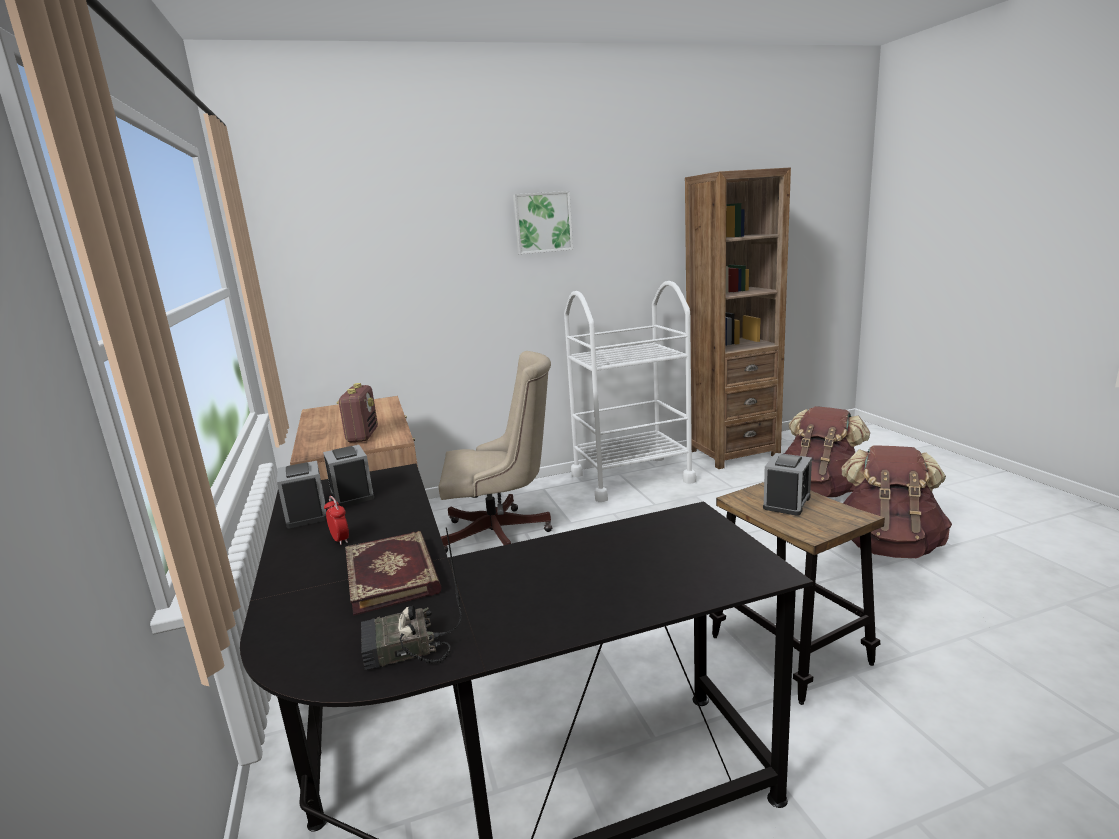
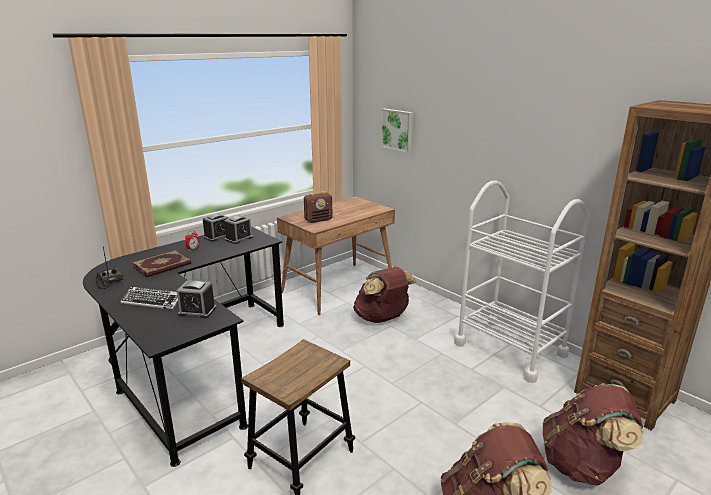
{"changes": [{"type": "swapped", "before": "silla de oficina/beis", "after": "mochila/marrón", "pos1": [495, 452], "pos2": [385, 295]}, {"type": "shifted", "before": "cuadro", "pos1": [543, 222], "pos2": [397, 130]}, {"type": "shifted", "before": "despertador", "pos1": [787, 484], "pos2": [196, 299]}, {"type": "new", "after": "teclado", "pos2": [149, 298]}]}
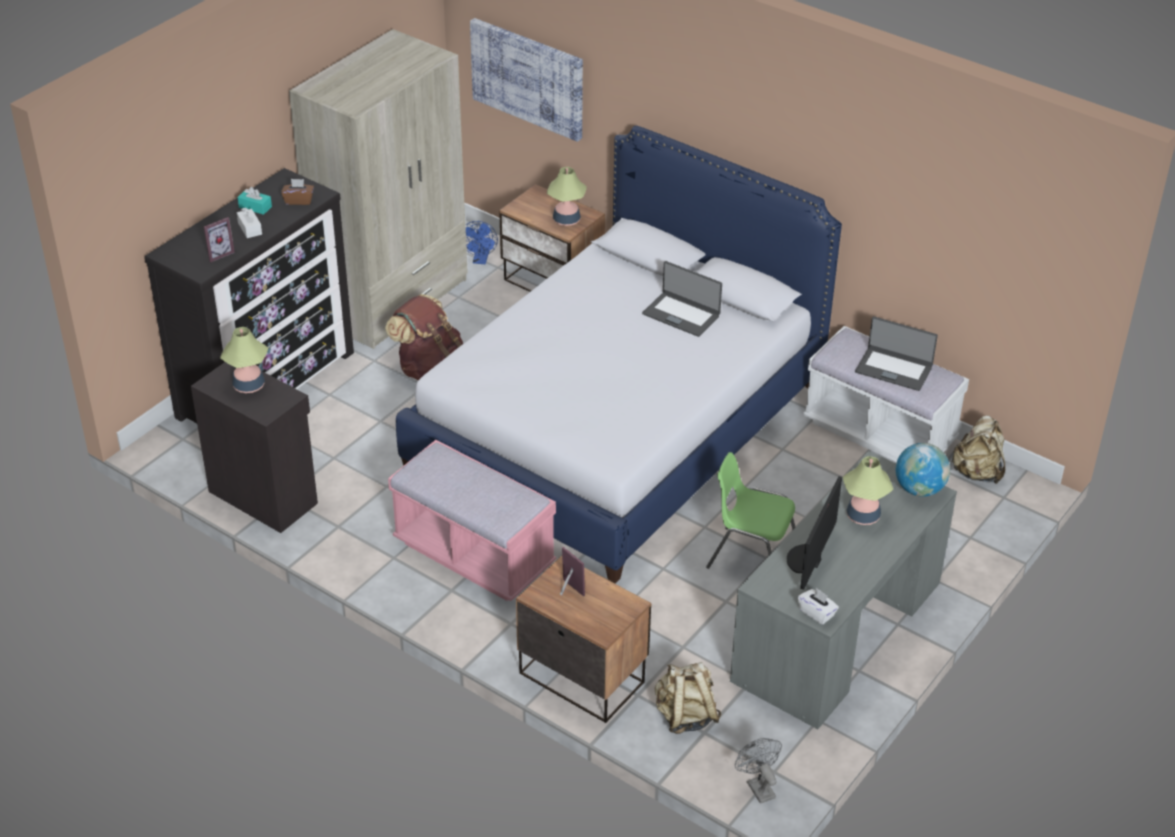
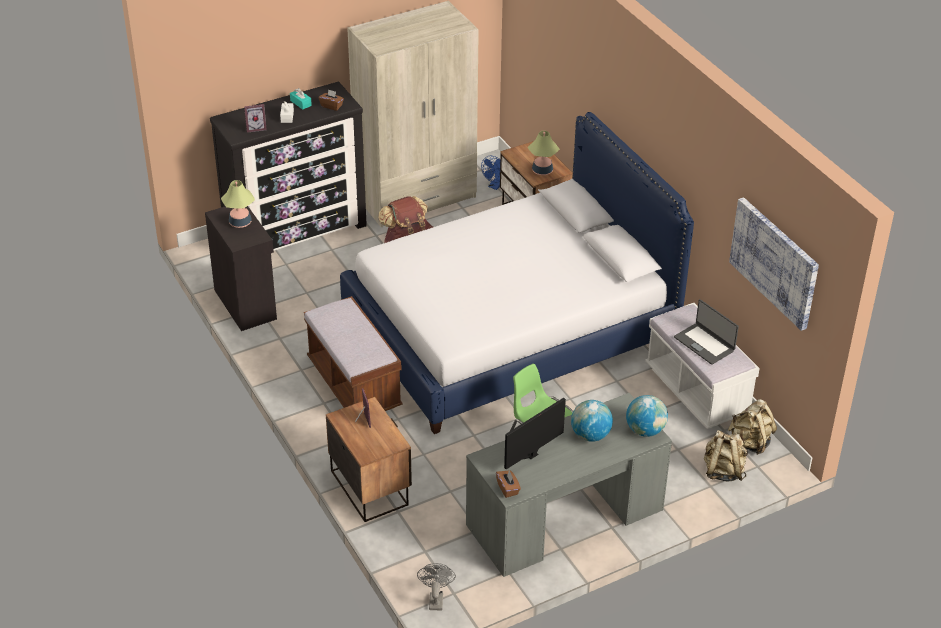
{"changes": [{"type": "repainted", "before": "banco/rosa", "after": "banco/marrón", "pos1": [472, 520], "pos2": [353, 353]}, {"type": "shifted", "before": "cuadro", "pos1": [526, 80], "pos2": [774, 264]}, {"type": "gone", "before": "portátil", "pos1": [682, 299]}, {"type": "shifted", "before": "mochila/beis", "pos1": [688, 698], "pos2": [726, 455]}, {"type": "repainted", "before": "caja de pañuelos/blanco", "after": "caja de pañuelos/marrón", "pos1": [818, 606], "pos2": [508, 484]}, {"type": "swapped", "before": "lámpara de mesa", "after": "globo terráqueo", "pos1": [868, 490], "pos2": [592, 421]}]}
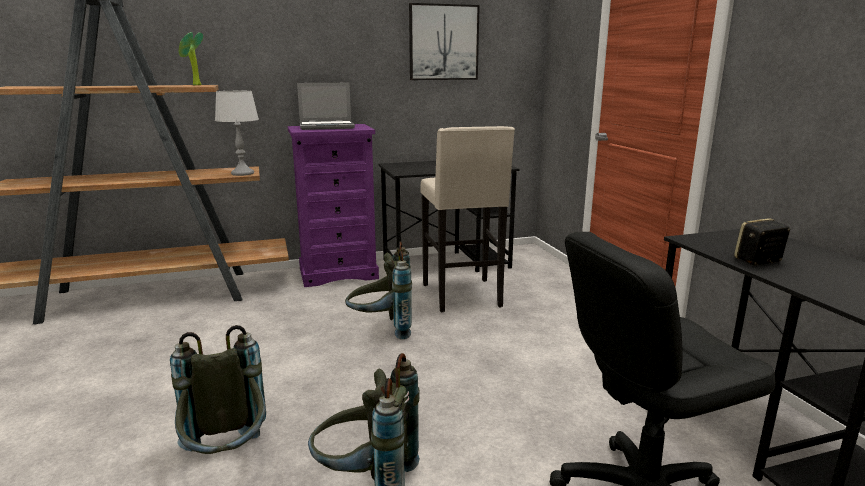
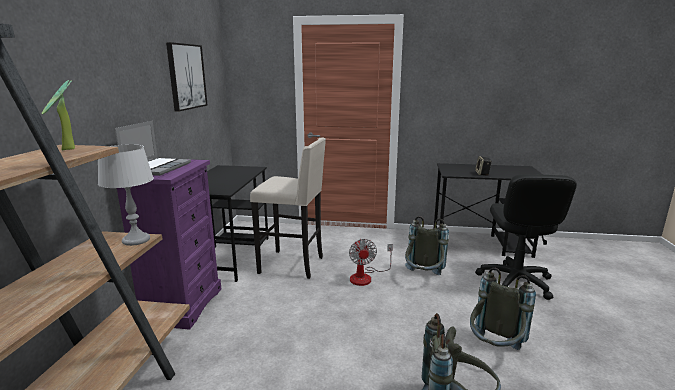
{"changes": [{"type": "shifted", "before": "mochila/gris", "pos1": [378, 290], "pos2": [427, 245]}, {"type": "new", "after": "ventilador", "pos2": [371, 262]}]}
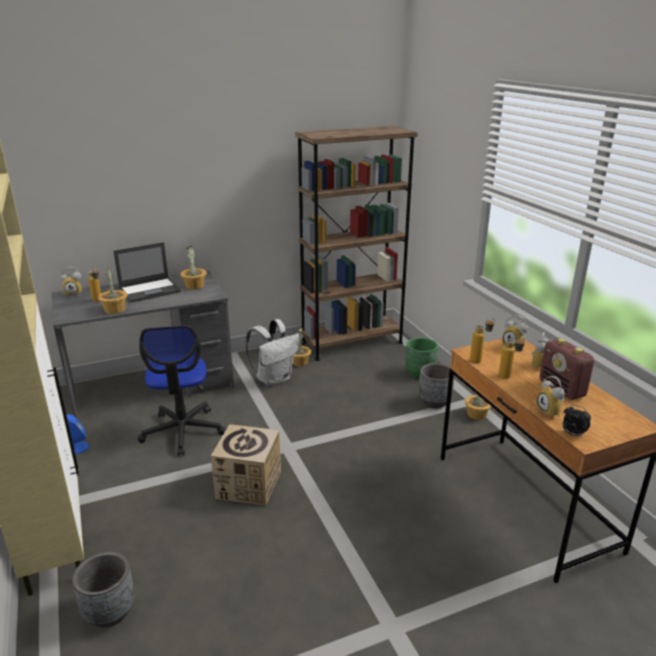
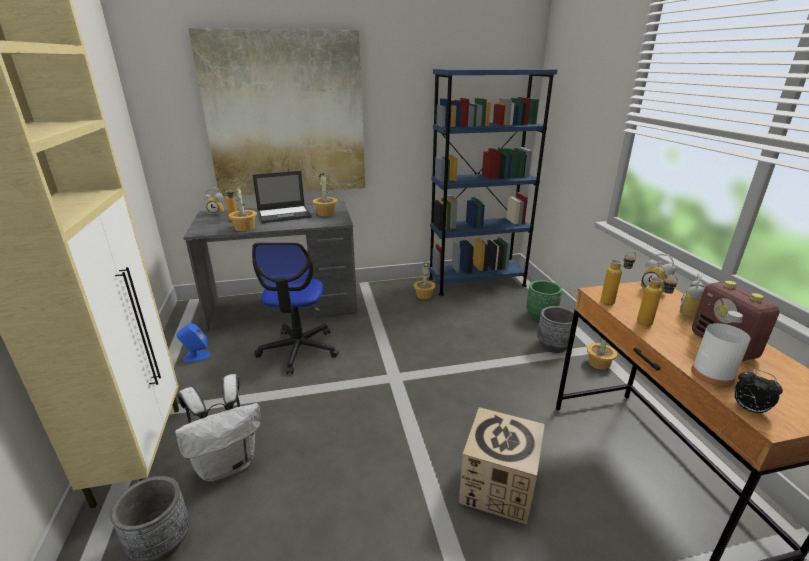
{"changes": [{"type": "shifted", "before": "caja de cartón", "pos1": [246, 465], "pos2": [502, 466]}, {"type": "shifted", "before": "mochila/blanco", "pos1": [272, 353], "pos2": [218, 427]}, {"type": "repainted", "before": "estantería/marrón", "after": "estantería/azul", "pos1": [356, 243], "pos2": [493, 182]}, {"type": "swapped", "before": "despertador", "after": "botella/blanco", "pos1": [551, 397], "pos2": [721, 349]}, {"type": "new", "after": "cuadro", "pos2": [276, 112]}]}
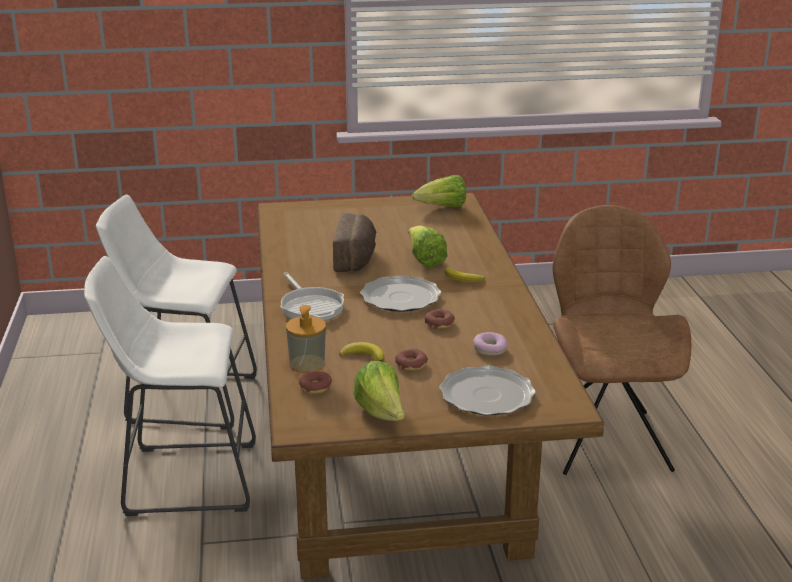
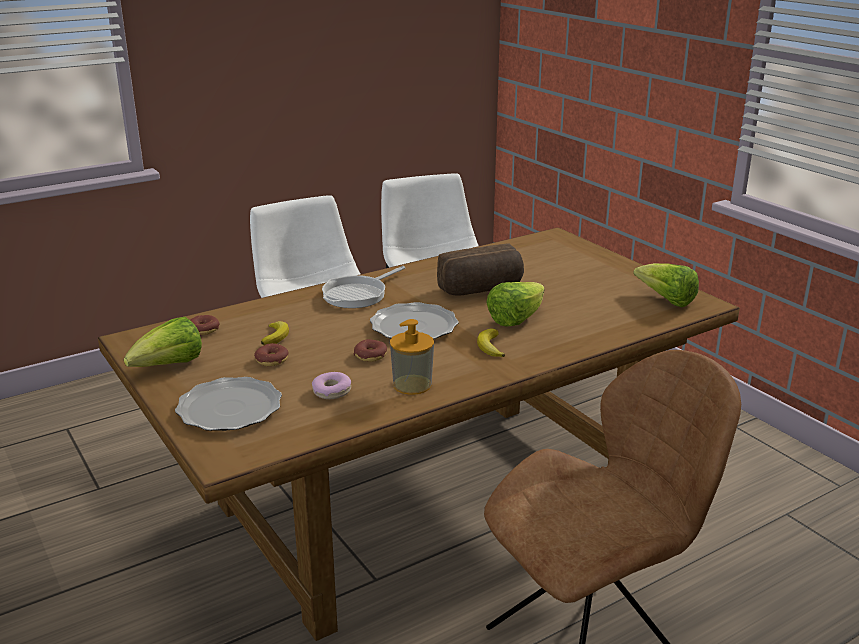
{"changes": [{"type": "shifted", "before": "dispensador de jabón", "pos1": [306, 339], "pos2": [412, 357]}]}
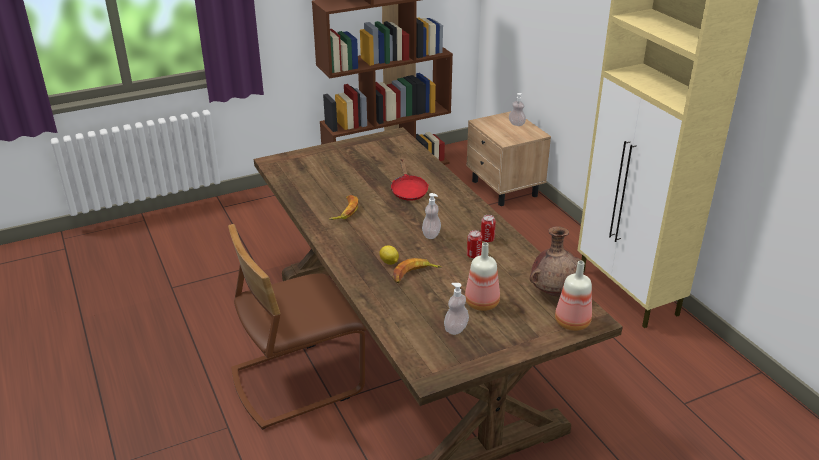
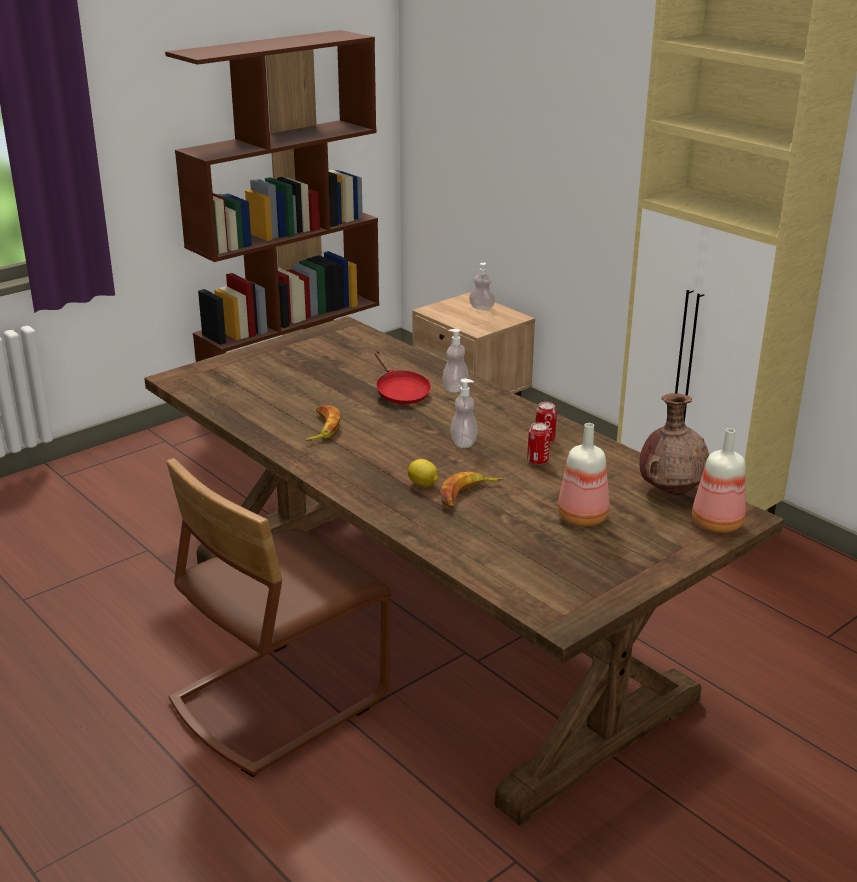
{"changes": [{"type": "shifted", "before": "dispensador de jabón", "pos1": [456, 309], "pos2": [455, 361]}]}
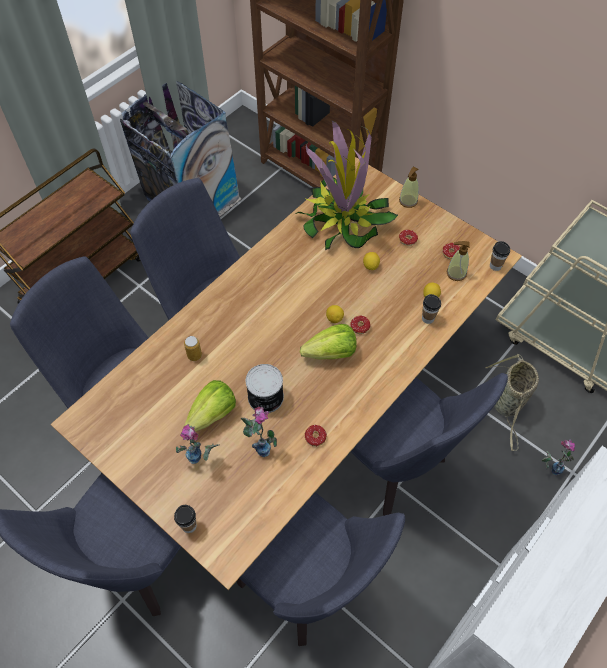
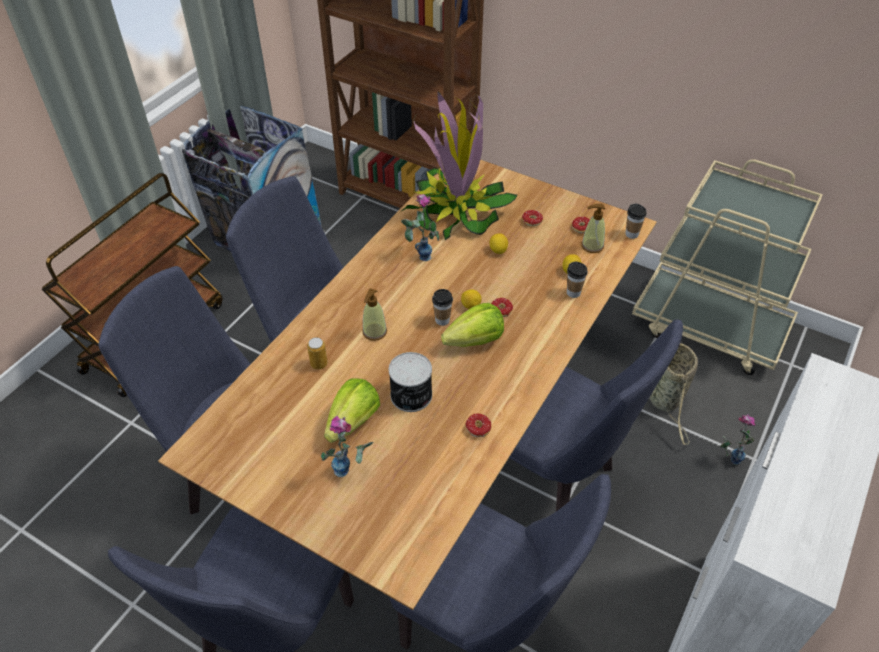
{"changes": [{"type": "shifted", "before": "taza", "pos1": [185, 519], "pos2": [442, 307]}, {"type": "shifted", "before": "florero", "pos1": [259, 432], "pos2": [420, 227]}, {"type": "shifted", "before": "dispensador de jabón", "pos1": [409, 187], "pos2": [374, 314]}]}
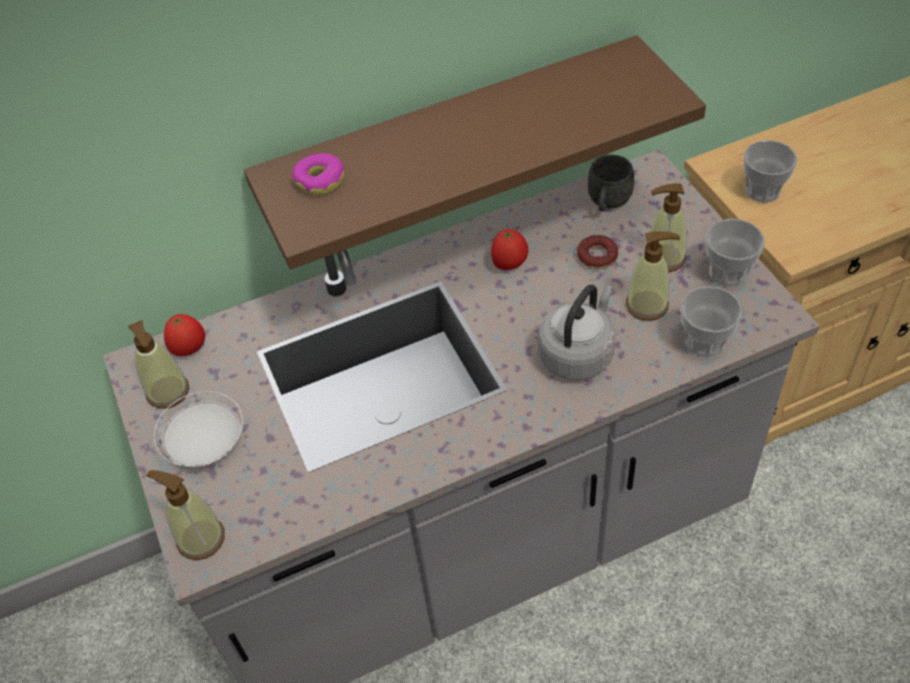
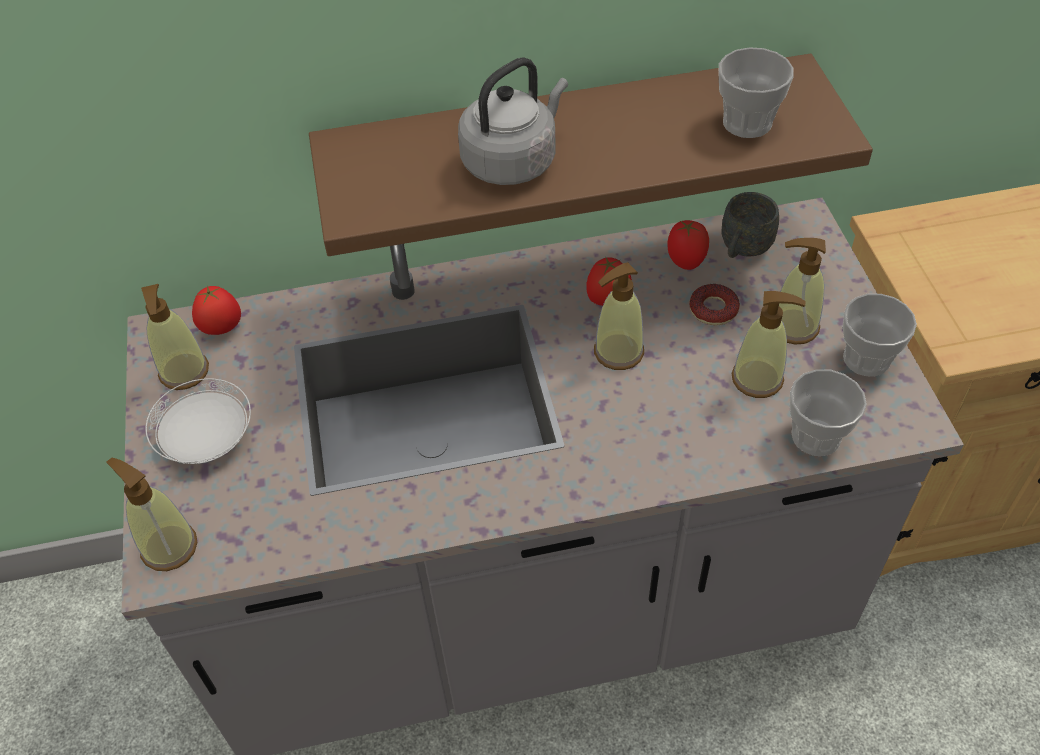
{"changes": [{"type": "gone", "before": "rosquilla", "pos1": [318, 174]}, {"type": "shifted", "before": "hervidor/gris", "pos1": [576, 332], "pos2": [513, 121]}, {"type": "shifted", "before": "taza", "pos1": [771, 171], "pos2": [756, 92]}, {"type": "new", "after": "dispensador de jabón", "pos2": [619, 316]}, {"type": "new", "after": "tomate", "pos2": [688, 245]}]}
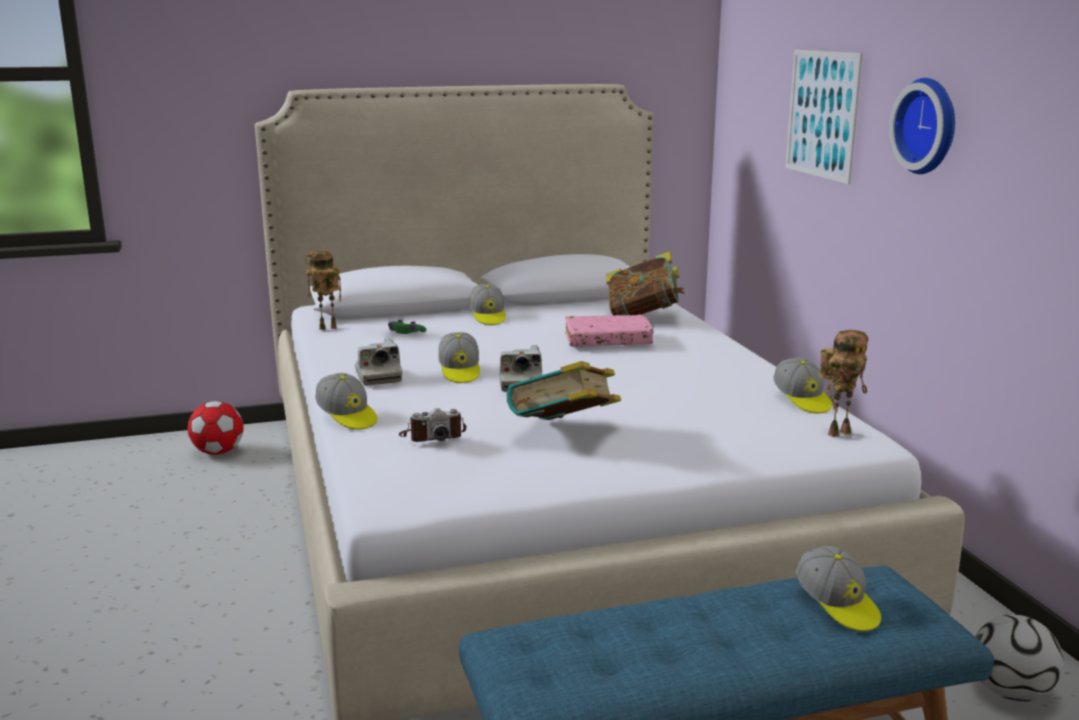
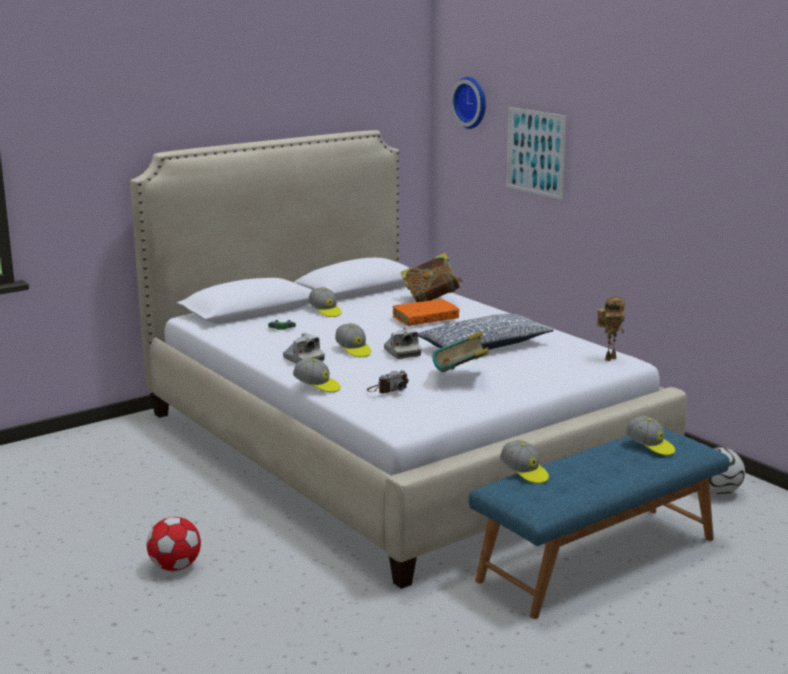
{"changes": [{"type": "shifted", "before": "balón de fútbol", "pos1": [216, 428], "pos2": [174, 544]}, {"type": "gone", "before": "robot de juguete", "pos1": [322, 290]}, {"type": "repainted", "before": "libro/rosa", "after": "libro/naranja", "pos1": [609, 331], "pos2": [425, 312]}, {"type": "shifted", "before": "gorra", "pos1": [802, 385], "pos2": [524, 461]}, {"type": "shifted", "before": "reloj de pared", "pos1": [922, 126], "pos2": [468, 103]}, {"type": "new", "after": "cojín", "pos2": [486, 332]}]}
